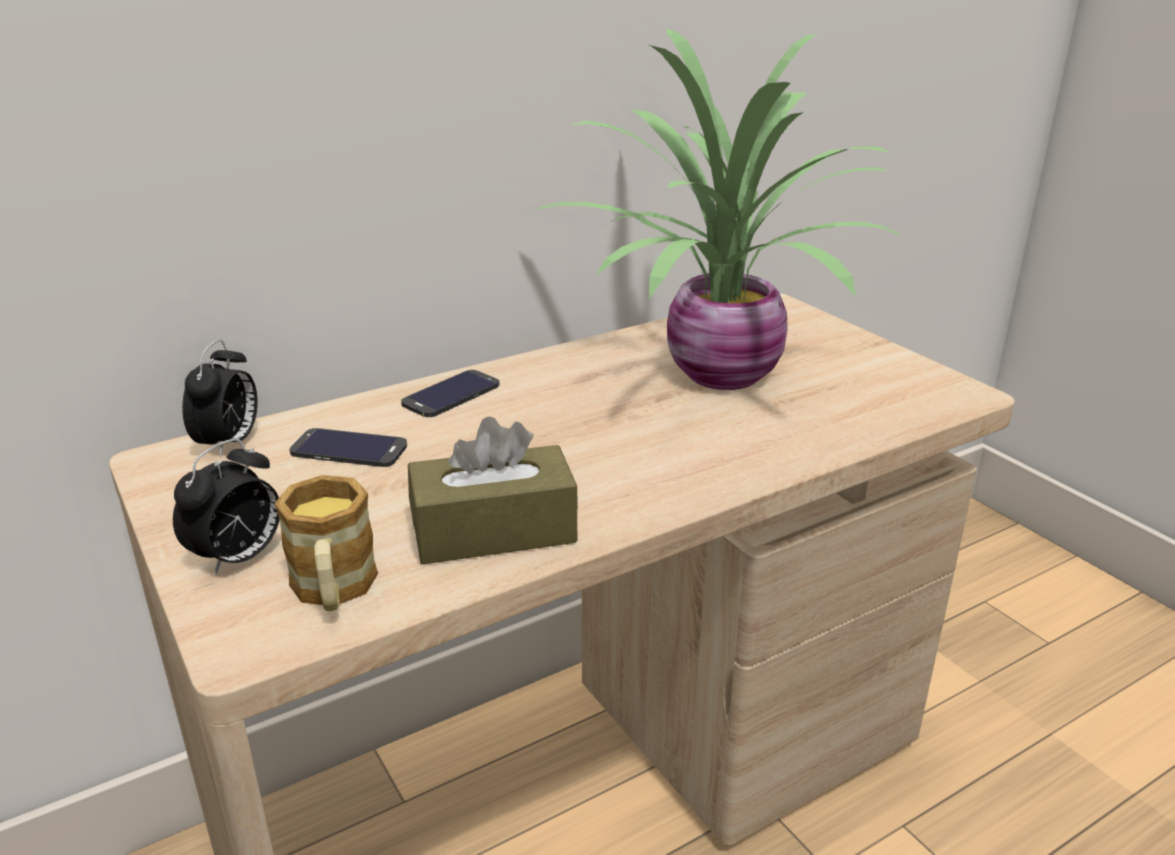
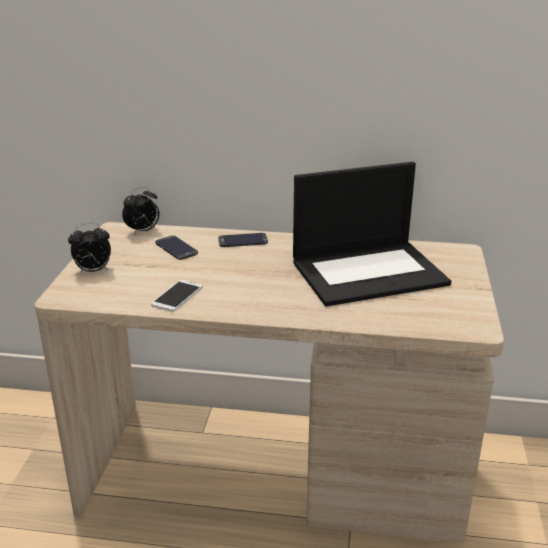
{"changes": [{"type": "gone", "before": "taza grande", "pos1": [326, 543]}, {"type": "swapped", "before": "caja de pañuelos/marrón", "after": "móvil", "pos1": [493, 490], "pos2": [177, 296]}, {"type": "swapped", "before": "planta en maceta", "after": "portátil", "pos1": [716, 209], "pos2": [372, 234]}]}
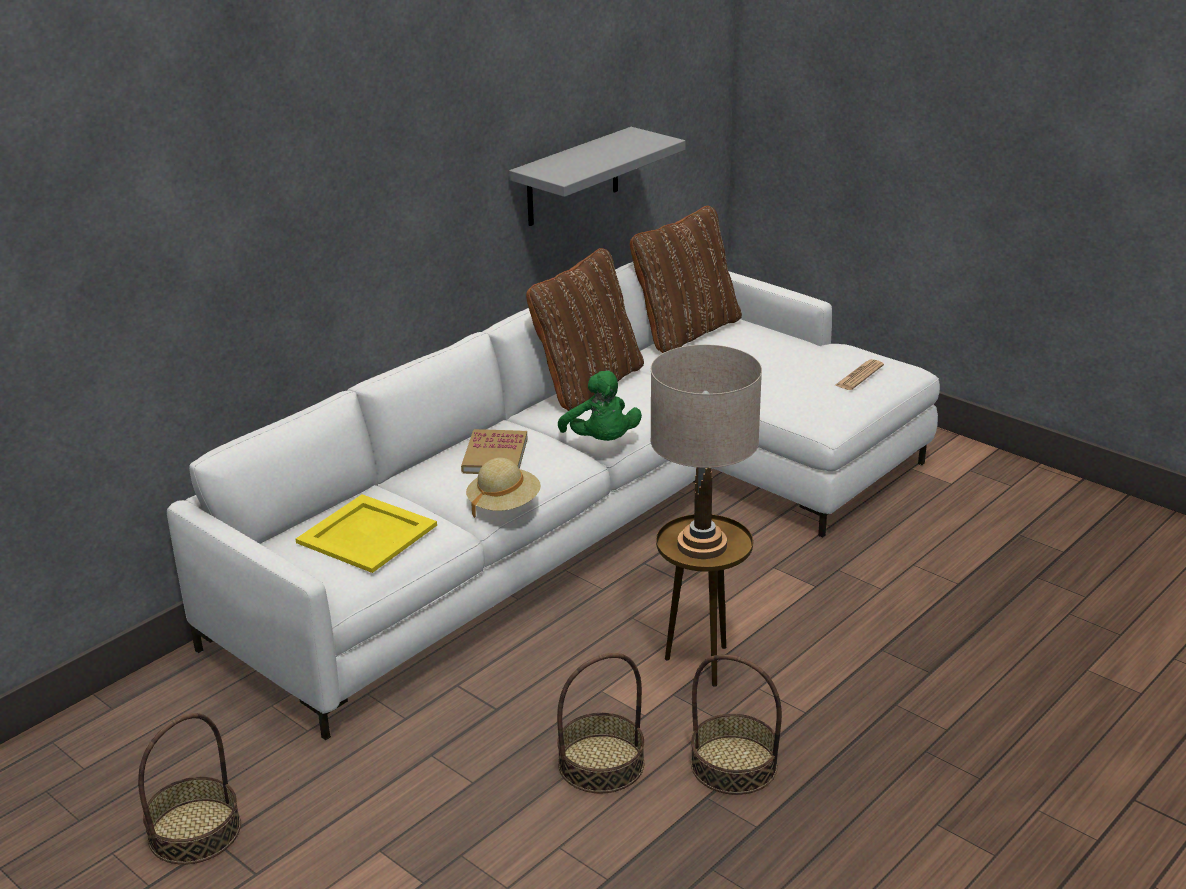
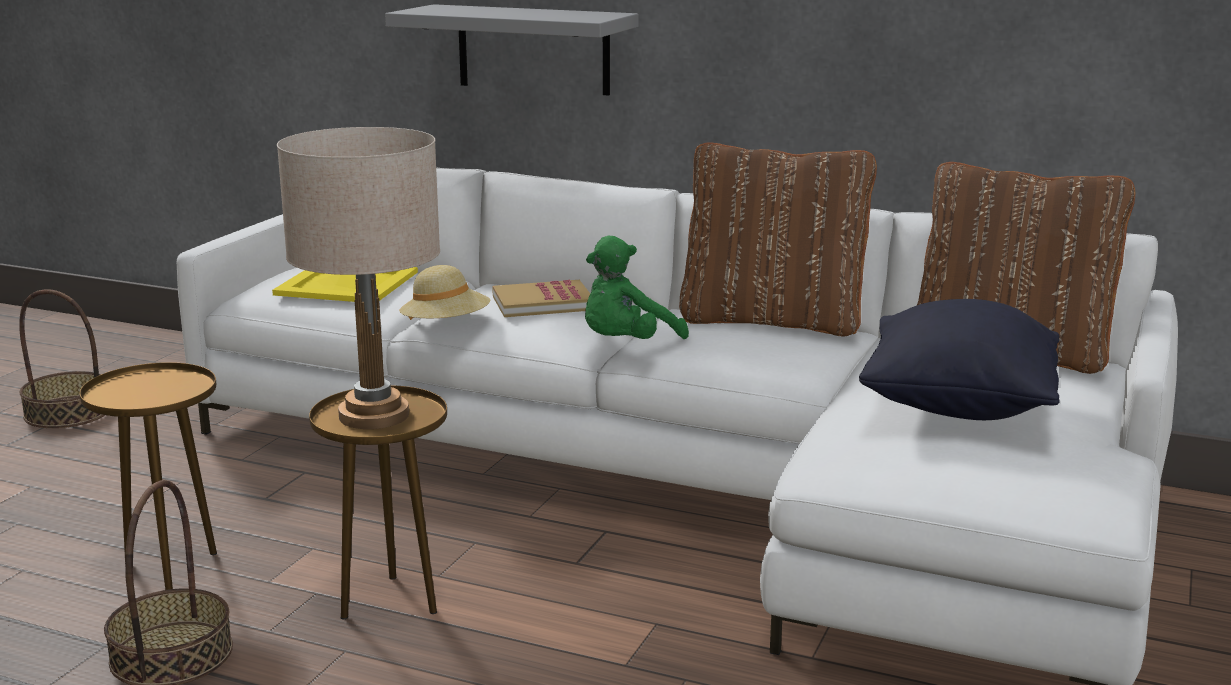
{"changes": [{"type": "shifted", "before": "estante/gris", "pos1": [597, 176], "pos2": [511, 50]}, {"type": "swapped", "before": "cesta", "after": "mesa auxiliar/marrón", "pos1": [600, 723], "pos2": [148, 476]}, {"type": "gone", "before": "periódico", "pos1": [859, 374]}, {"type": "new", "after": "cojín/negro", "pos2": [959, 359]}]}
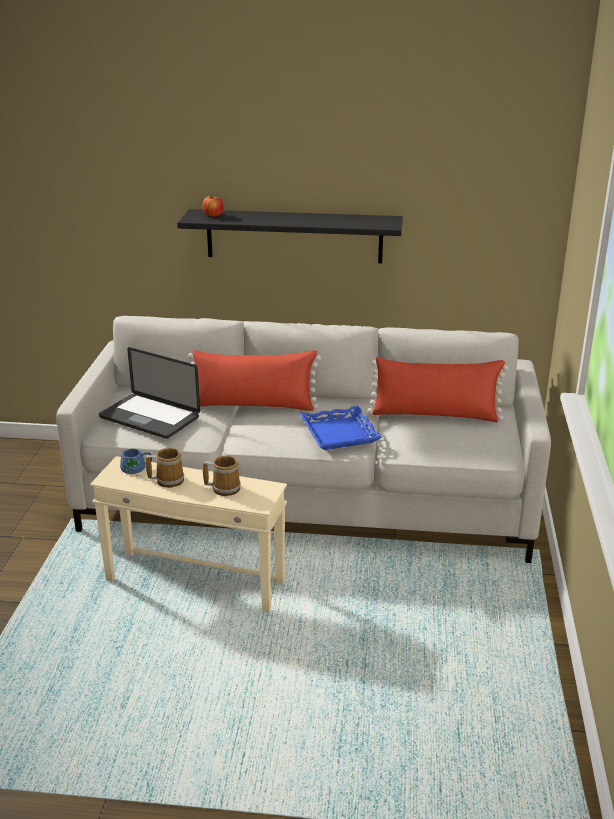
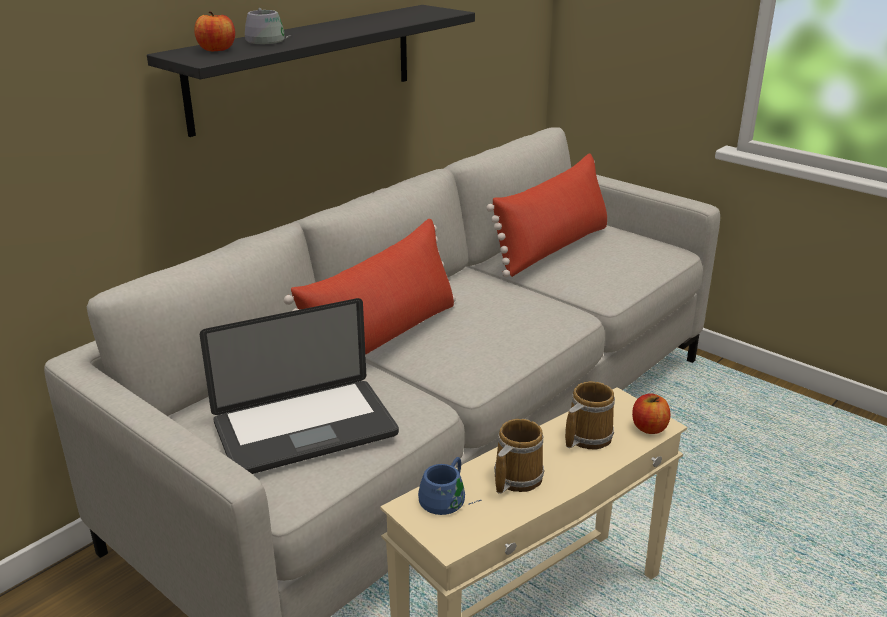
{"changes": [{"type": "gone", "before": "bandeja/azul", "pos1": [341, 428]}, {"type": "new", "after": "taza grande/gris", "pos2": [268, 26]}, {"type": "new", "after": "manzana", "pos2": [651, 413]}]}
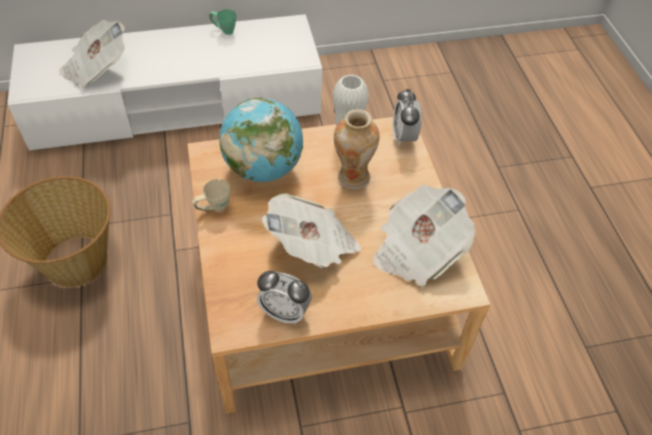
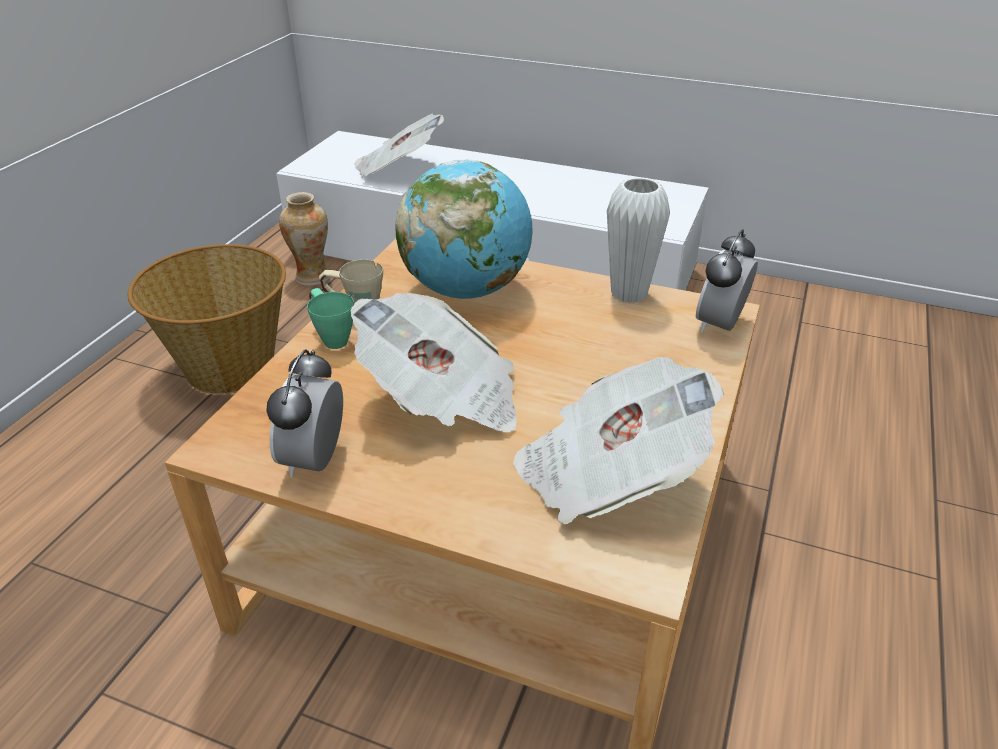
{"changes": [{"type": "shifted", "before": "taza grande/verde", "pos1": [222, 22], "pos2": [330, 318]}, {"type": "rotated", "before": "despertador", "pos1": [284, 297], "pos2": [304, 413], "turn": 45}, {"type": "shifted", "before": "florero", "pos1": [357, 149], "pos2": [304, 239]}]}
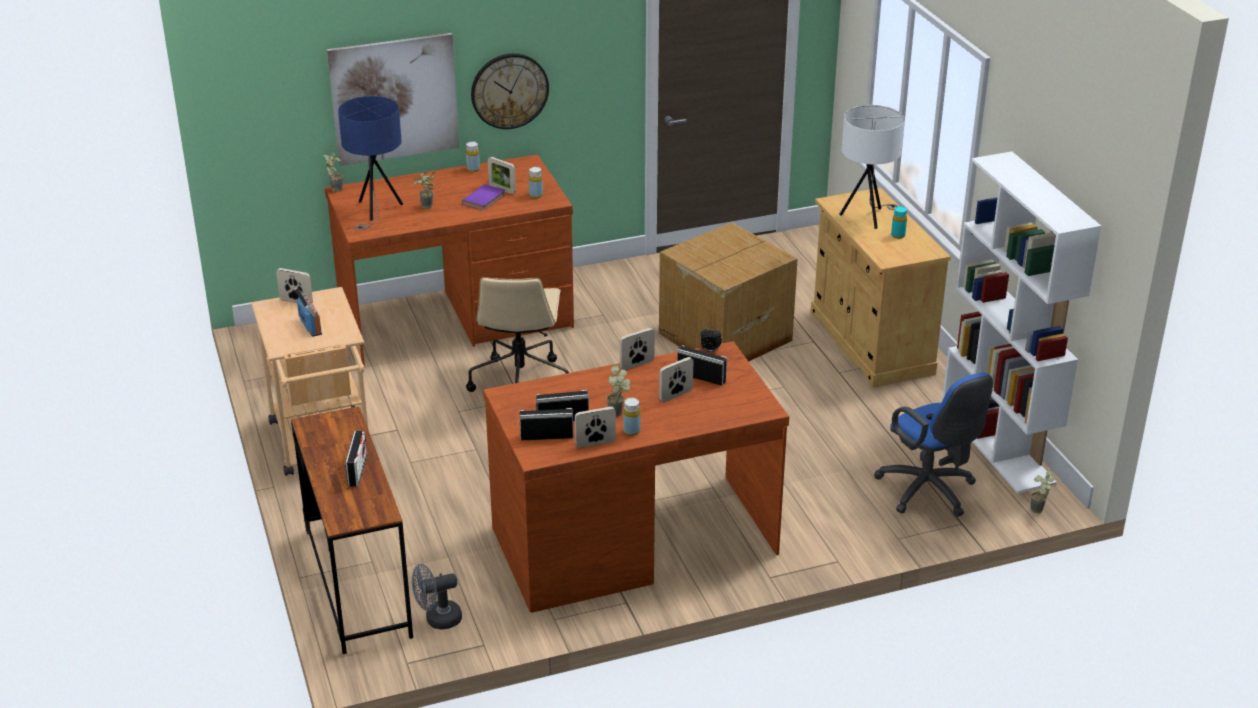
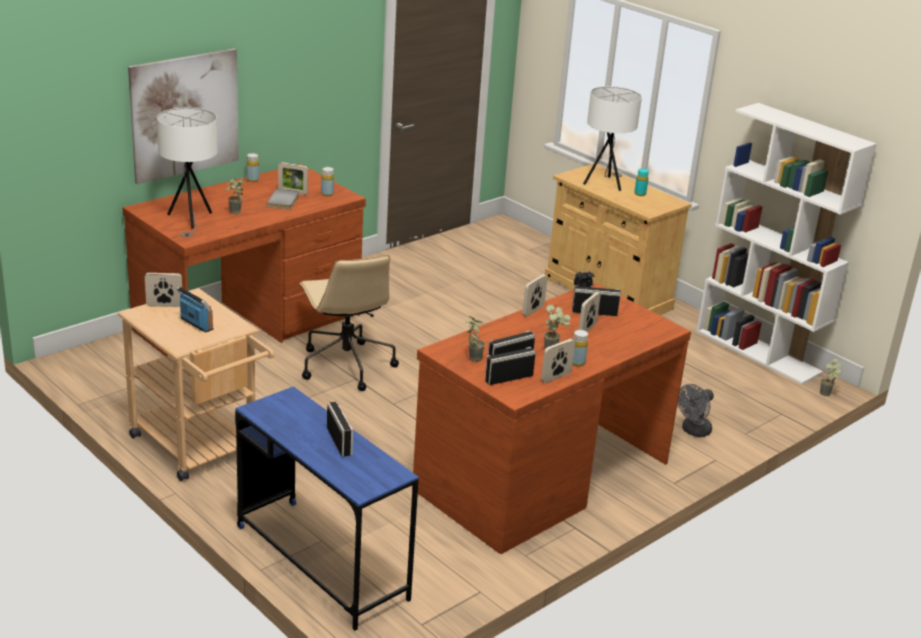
{"changes": [{"type": "repainted", "before": "escritorio/marrón", "after": "escritorio/azul", "pos1": [352, 530], "pos2": [327, 508]}, {"type": "shifted", "before": "planta en maceta", "pos1": [333, 172], "pos2": [476, 339]}, {"type": "repainted", "before": "lámpara de mesa/azul", "after": "lámpara de mesa/blanco", "pos1": [370, 163], "pos2": [187, 172]}, {"type": "shifted", "before": "ventilador/gris", "pos1": [437, 597], "pos2": [696, 410]}, {"type": "repainted", "before": "libro/morado", "after": "libro/gris", "pos1": [483, 197], "pos2": [282, 199]}, {"type": "gone", "before": "reloj de pared", "pos1": [510, 91]}, {"type": "gone", "before": "caja de cartón", "pos1": [728, 291]}, {"type": "gone", "before": "silla de oficina/azul", "pos1": [933, 445]}]}
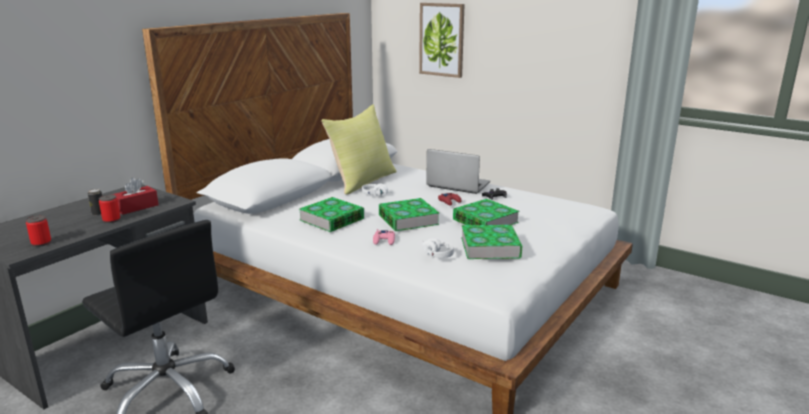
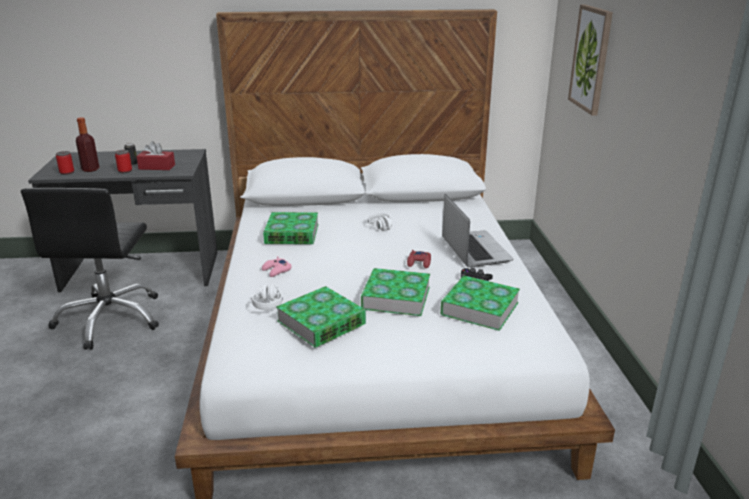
{"changes": [{"type": "gone", "before": "cojín/amarillo", "pos1": [359, 149]}, {"type": "shifted", "before": "libro", "pos1": [409, 214], "pos2": [480, 303]}, {"type": "new", "after": "botella", "pos2": [87, 144]}]}
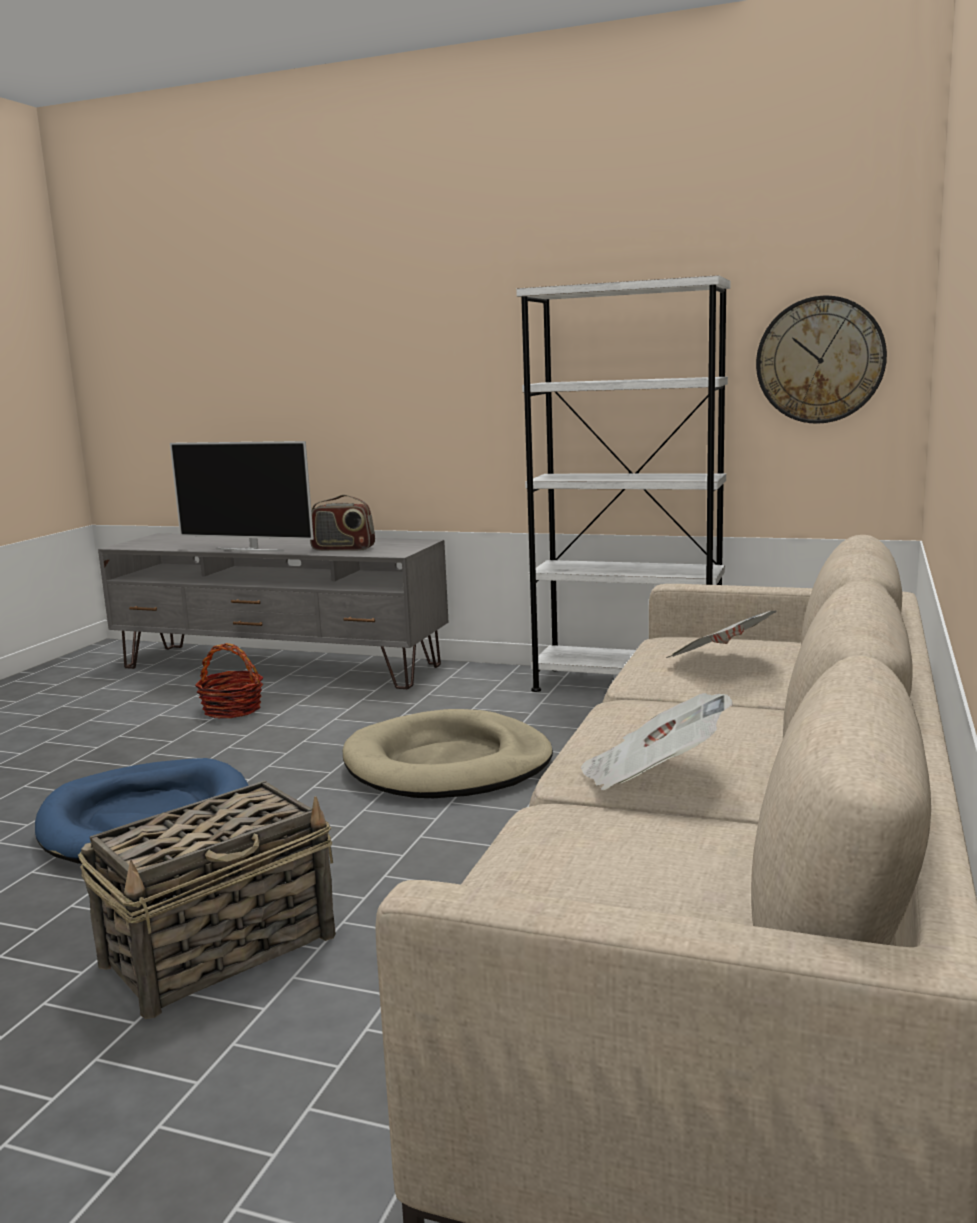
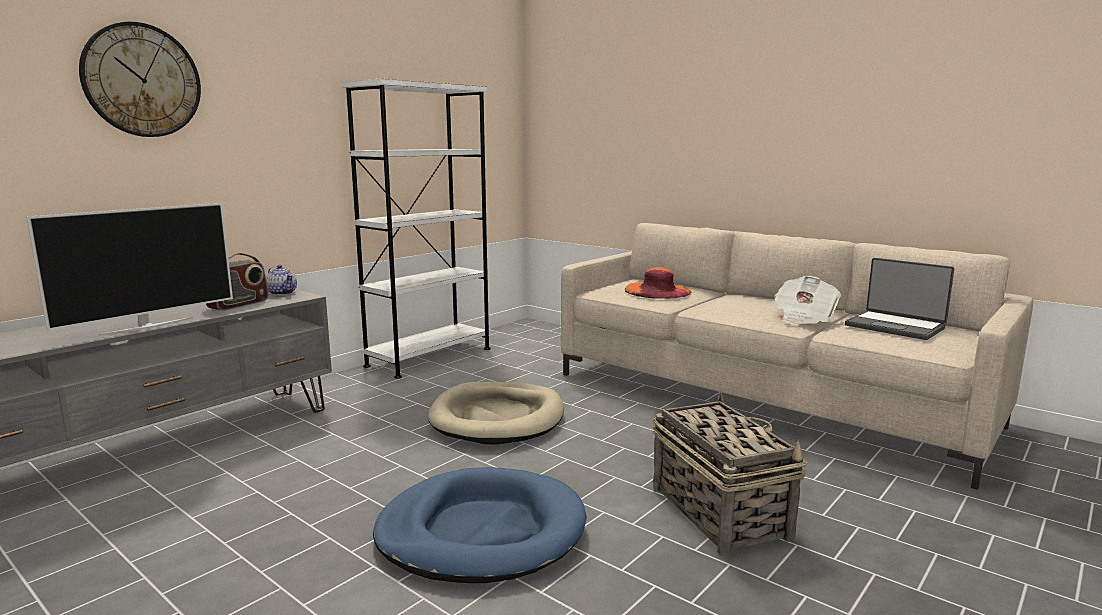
{"changes": [{"type": "gone", "before": "cesta", "pos1": [229, 681]}, {"type": "swapped", "before": "periódico", "after": "sombrero/naranja", "pos1": [721, 634], "pos2": [658, 283]}, {"type": "shifted", "before": "reloj de pared", "pos1": [821, 360], "pos2": [140, 79]}, {"type": "new", "after": "tetera", "pos2": [281, 280]}, {"type": "new", "after": "portátil", "pos2": [899, 299]}]}
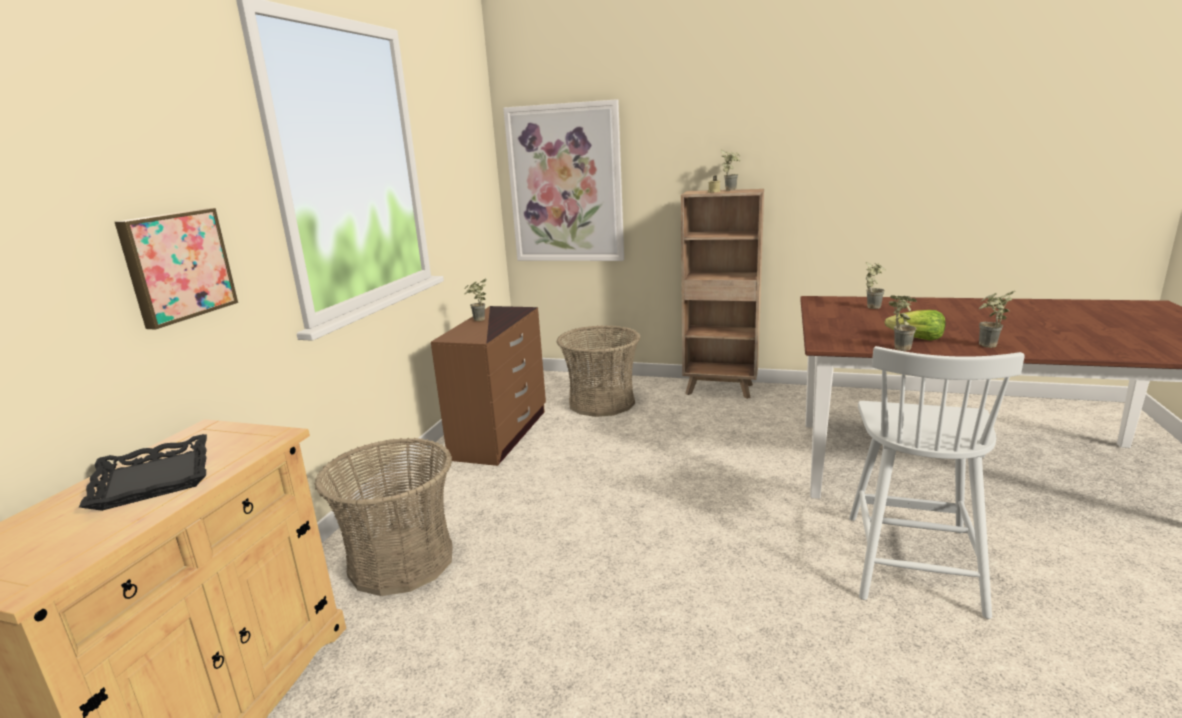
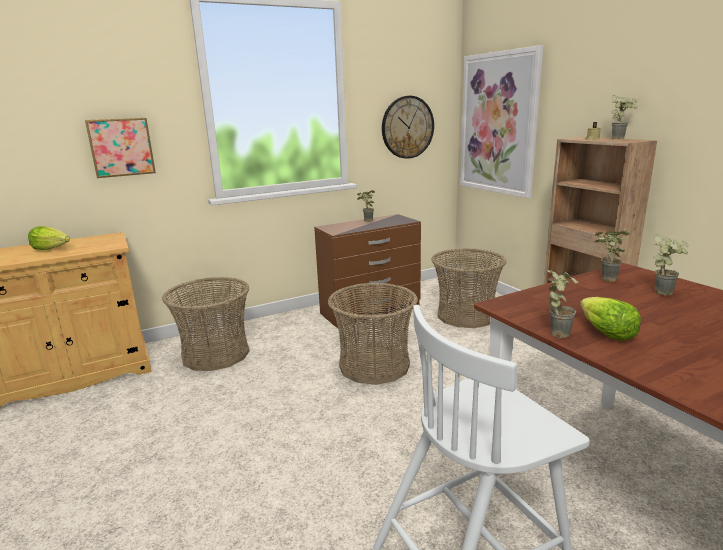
{"changes": [{"type": "swapped", "before": "bandeja/negro", "after": "lechuga", "pos1": [143, 472], "pos2": [49, 238]}, {"type": "shifted", "before": "planta en maceta", "pos1": [997, 319], "pos2": [611, 256]}, {"type": "new", "after": "cesta", "pos2": [373, 334]}, {"type": "new", "after": "reloj de pared", "pos2": [408, 127]}]}
